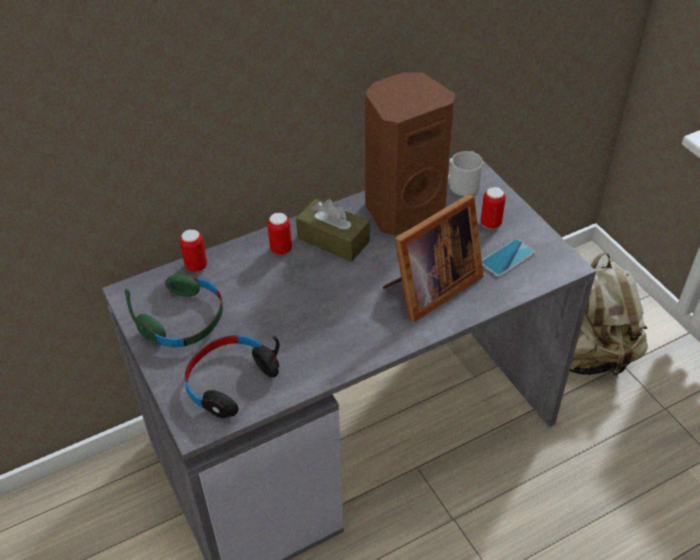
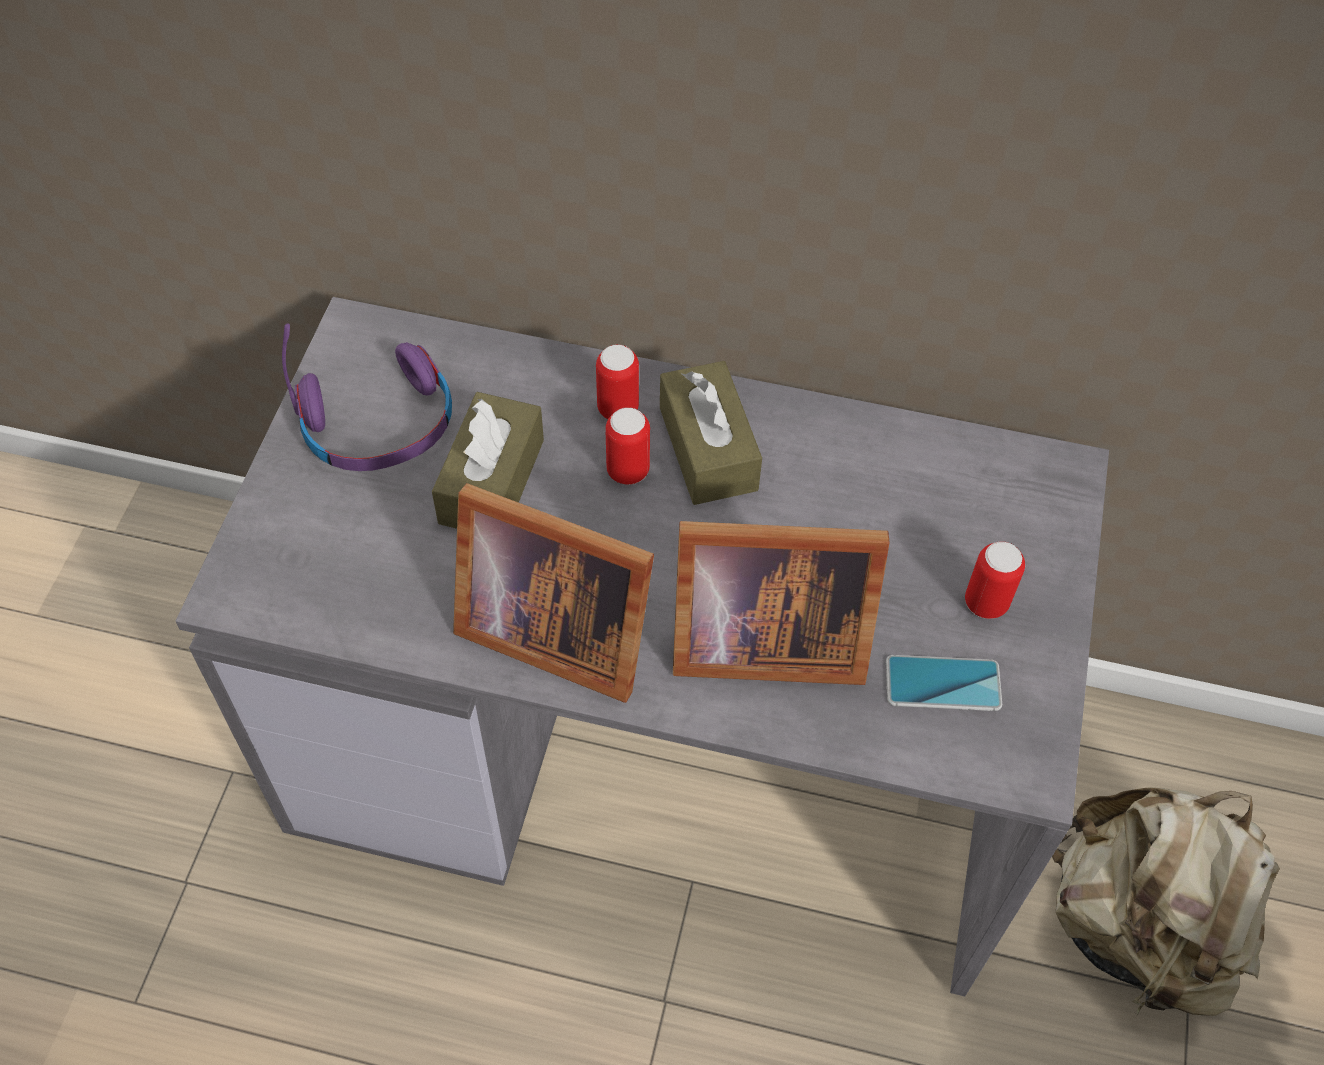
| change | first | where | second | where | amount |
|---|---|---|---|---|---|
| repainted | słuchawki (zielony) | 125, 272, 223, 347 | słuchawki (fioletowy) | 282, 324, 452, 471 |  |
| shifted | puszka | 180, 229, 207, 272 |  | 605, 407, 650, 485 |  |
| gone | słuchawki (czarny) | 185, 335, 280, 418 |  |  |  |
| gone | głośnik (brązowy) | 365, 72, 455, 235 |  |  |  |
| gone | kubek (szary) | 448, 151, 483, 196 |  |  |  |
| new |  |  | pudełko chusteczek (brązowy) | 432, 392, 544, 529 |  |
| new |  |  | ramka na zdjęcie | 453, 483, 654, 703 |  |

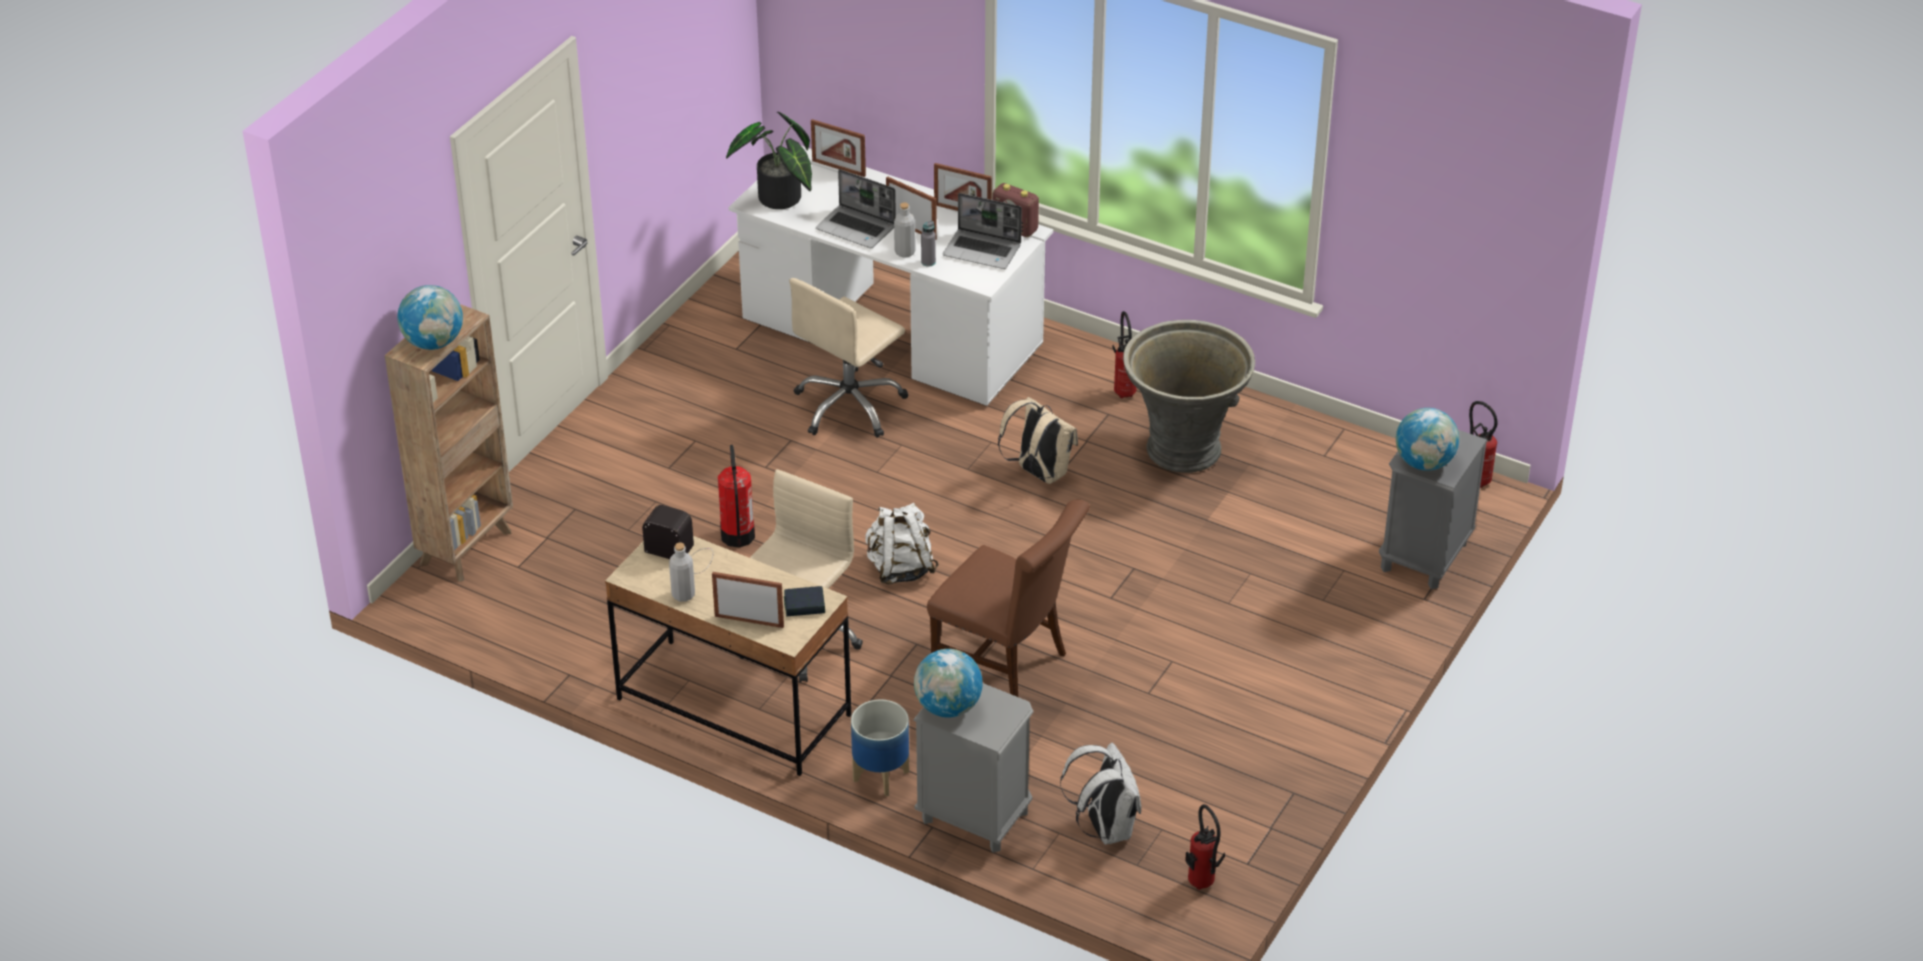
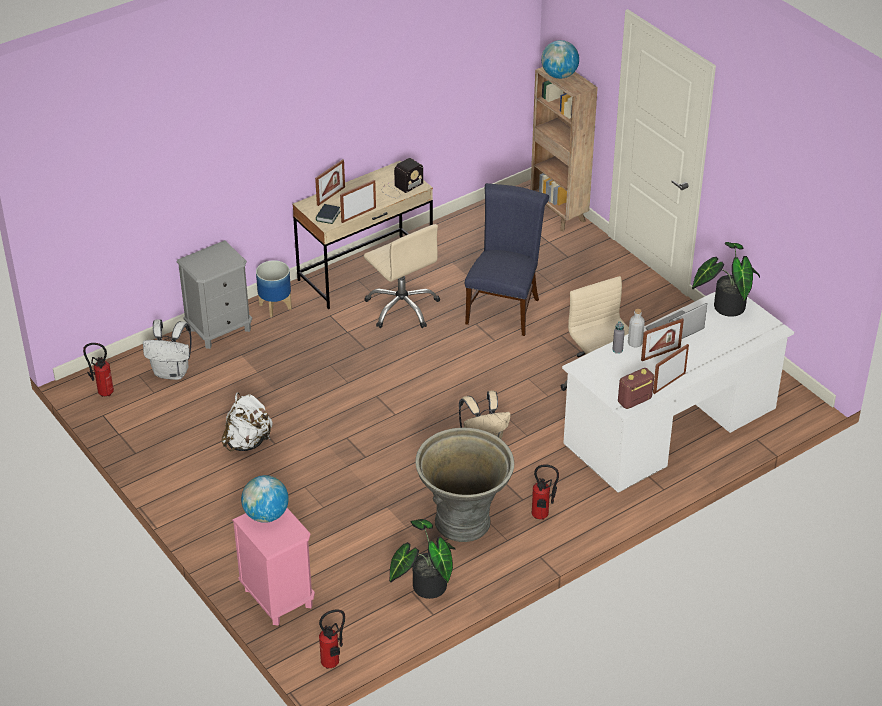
| change | first | where | second | where | amount |
|---|---|---|---|---|---|
| gone | butelka (szary) | 669, 543, 695, 602 |  |  |  |
| swapped | gaśnica | 718, 445, 755, 547 | krzesło (niebieski) | 465, 183, 549, 336 |  |
| shifted | ramka na zdjęcie | 811, 119, 866, 177 |  | 340, 180, 376, 223 |  |
| shifted | plecak (biały) | 865, 503, 939, 585 |  | 221, 393, 273, 451 |  |
| gone | globus | 914, 649, 983, 718 |  |  |  |
| gone | krzesło (brązowy) | 927, 500, 1090, 697 |  |  |  |
| gone | laptop | 943, 193, 1022, 269 |  |  |  |
| repainted | szafka nocna (szary) | 1379, 430, 1488, 589 | szafka nocna (różowy) | 232, 508, 315, 626 |  |
| new |  |  | roślina doniczkowa | 389, 519, 456, 599 |  |

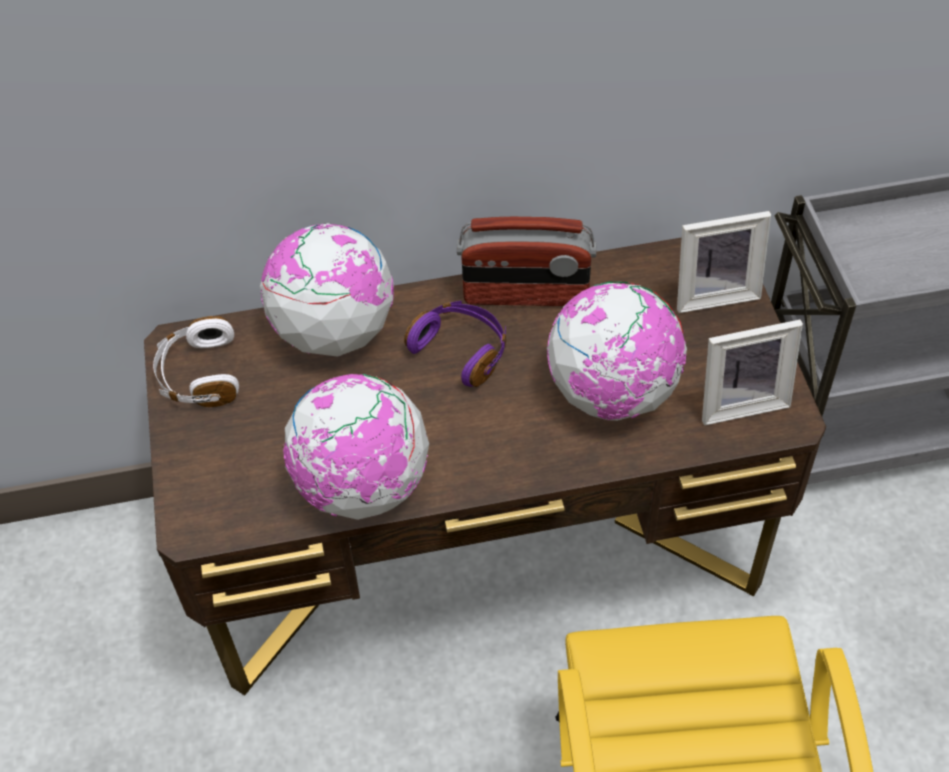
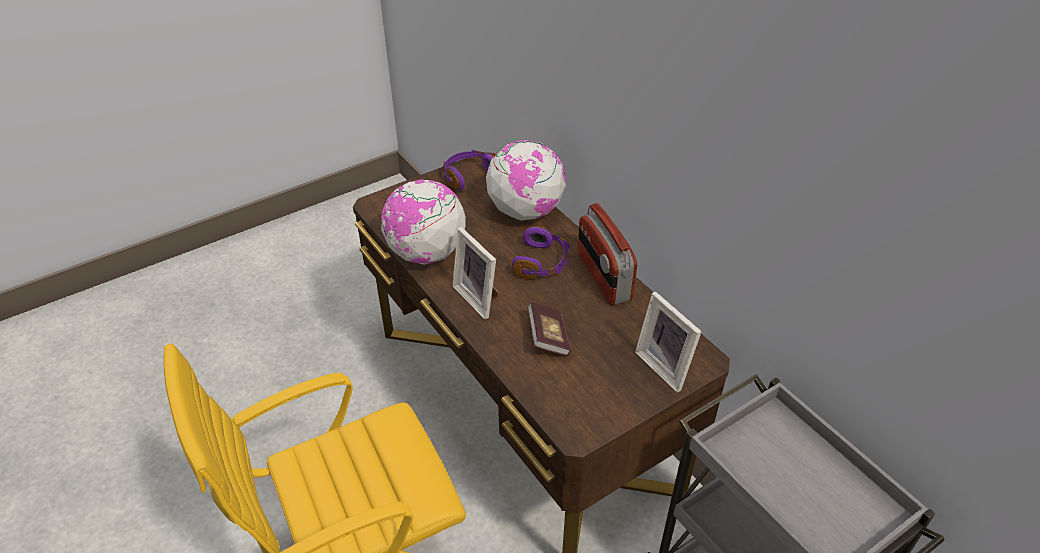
| change | first | where | second | where | amount |
|---|---|---|---|---|---|
| repainted | słuchawki (biały) | 153, 316, 239, 407 | słuchawki (fioletowy) | 443, 150, 494, 190 |  |
| swapped | globus | 547, 282, 687, 421 | książka | 527, 301, 571, 356 |  |
| shifted | ramka na zdjęcie | 702, 320, 803, 425 |  | 452, 227, 498, 320 |  |

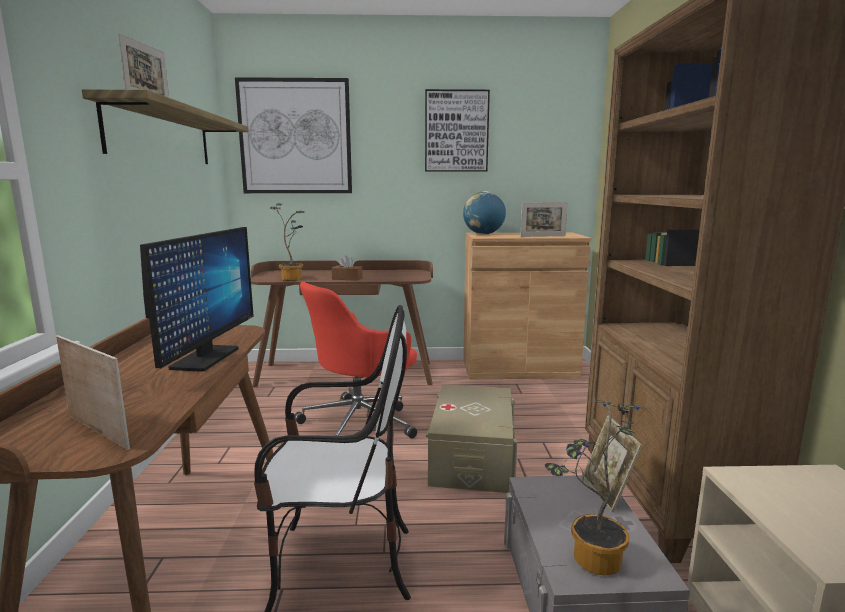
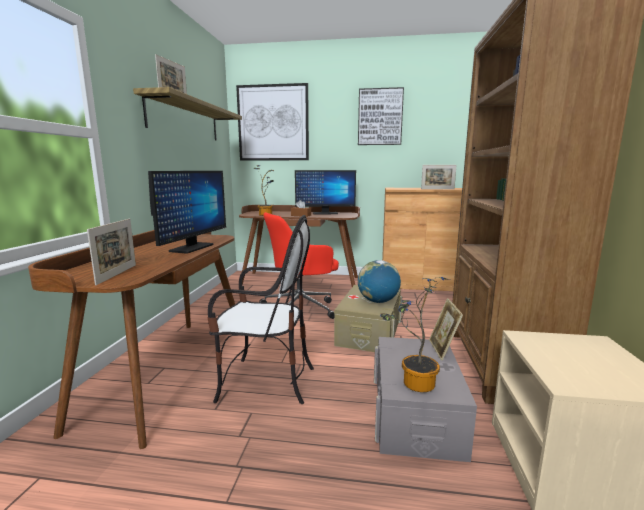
| change | first | where | second | where | amount |
|---|---|---|---|---|---|
| rotated | ramka na zdjęcie | 56, 335, 130, 450 |  | 87, 219, 136, 285 | 45 degrees clockwise |
| shifted | globus | 463, 191, 506, 234 |  | 358, 260, 401, 303 |  |
| new |  |  | monitor | 295, 170, 356, 215 |  |

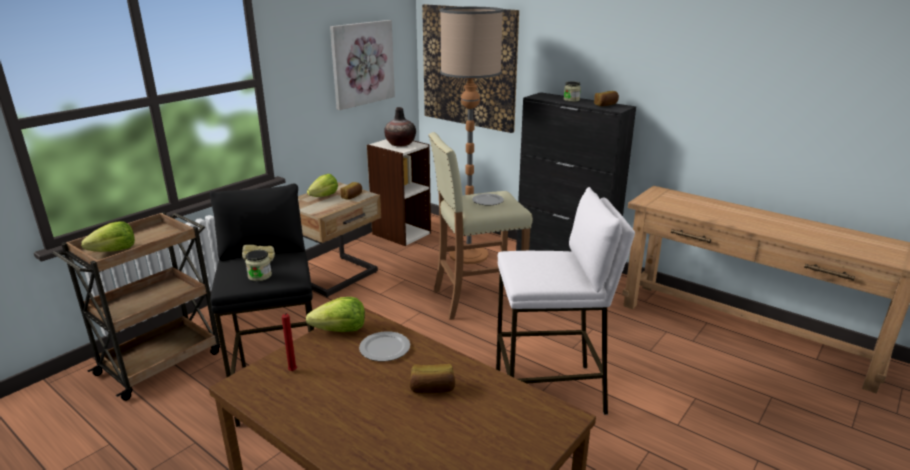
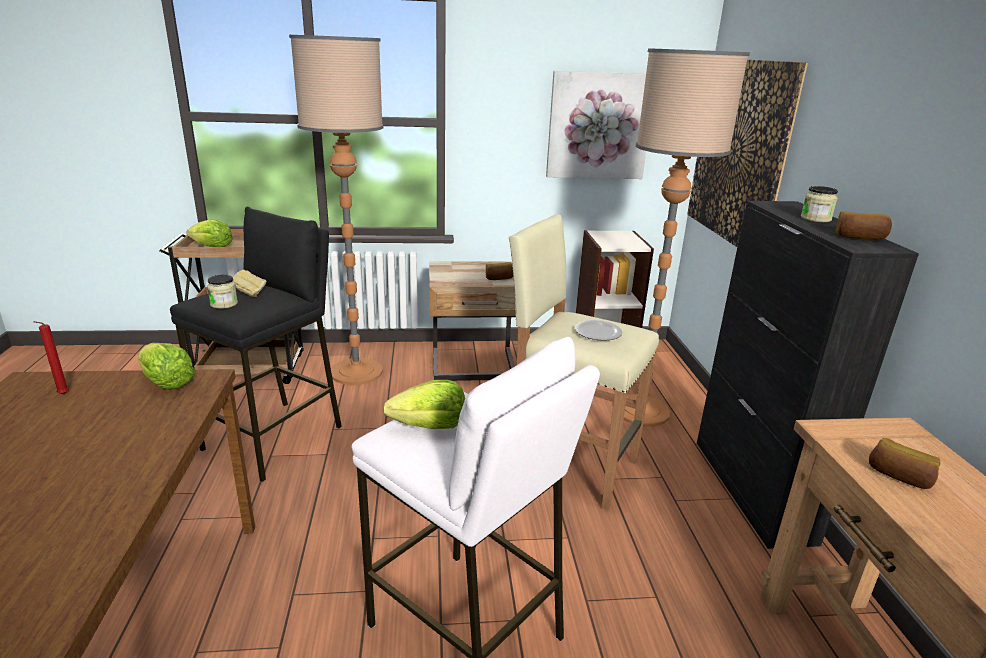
| change | first | where | second | where | amount |
|---|---|---|---|---|---|
| shifted | sałata | 307, 174, 338, 197 |  | 383, 380, 465, 429 |  |
| gone | talerz | 359, 331, 410, 361 |  |  |  |
| gone | wazon | 384, 107, 416, 147 |  |  |  |
| shifted | chleb | 409, 364, 455, 394 |  | 869, 438, 941, 489 |  |
| new |  |  | lampa stojąca | 289, 35, 384, 385 |  |

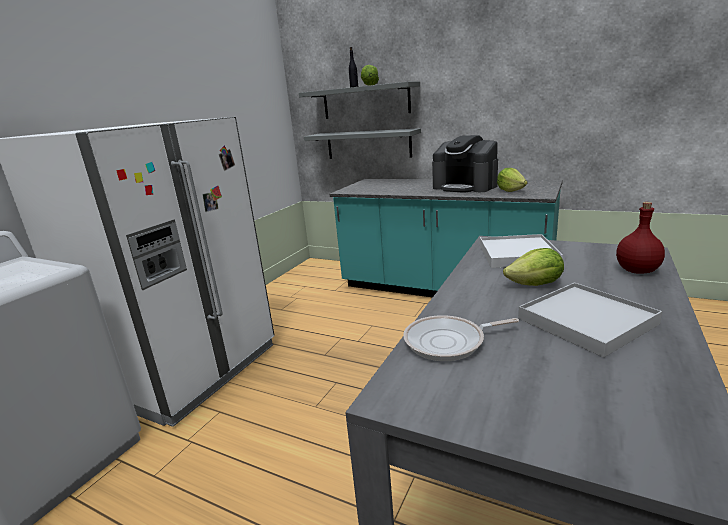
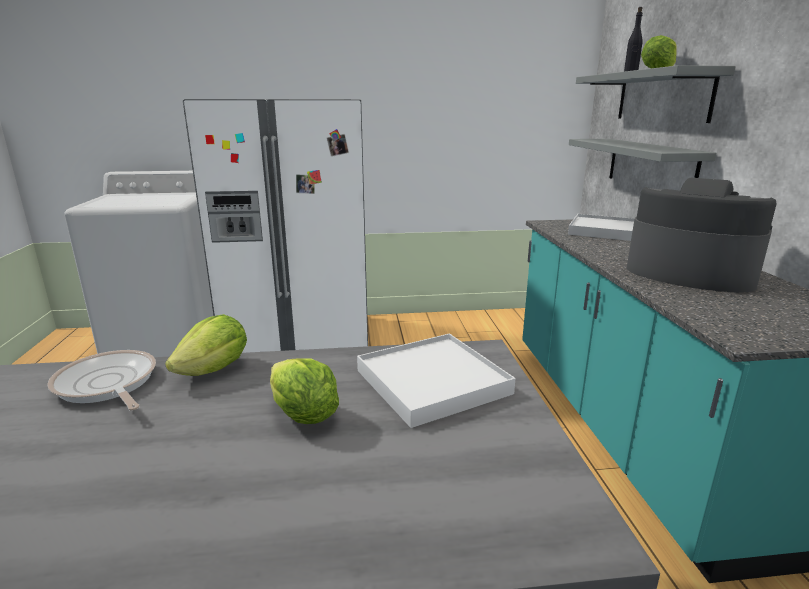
| change | first | where | second | where | amount |
|---|---|---|---|---|---|
| rotated | ekspres do kawy | 432, 135, 498, 193 |  | 627, 178, 777, 293 | 120 degrees clockwise |
| shifted | sałata | 497, 168, 528, 192 |  | 165, 314, 247, 376 |  |
| shifted | taca (biały) | 518, 282, 662, 358 |  | 568, 214, 634, 241 |  |
| gone | butelka (czerwony) | 616, 202, 665, 274 |  |  |  |

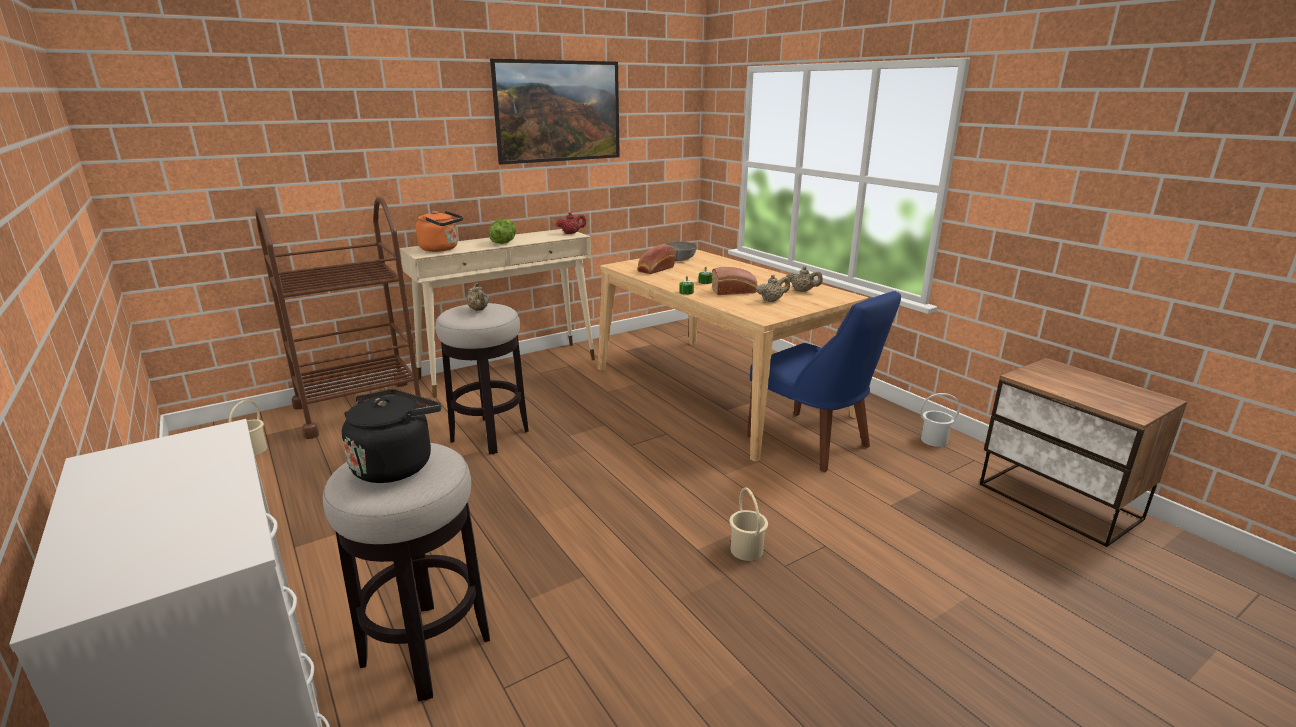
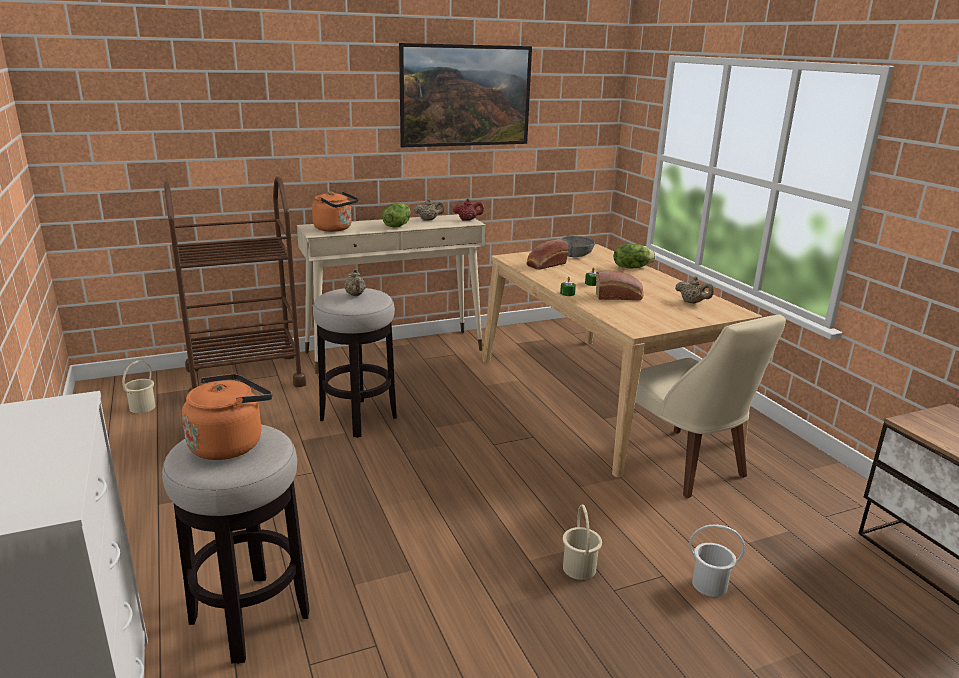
| change | first | where | second | where | amount |
|---|---|---|---|---|---|
| repainted | czajnik (czarny) | 342, 389, 442, 483 | czajnik (pomarańczowy) | 182, 374, 273, 460 |  |
| repainted | krzesło (niebieski) | 747, 291, 901, 472 | krzesło (beżowy) | 635, 314, 786, 498 |  |
| shifted | imbryk (beżowy) | 756, 275, 790, 302 |  | 414, 198, 445, 221 |  |
| shifted | wiadro (biały) | 920, 393, 960, 447 |  | 689, 524, 745, 597 |  |
| new |  |  | sałata | 614, 243, 656, 268 |  |

